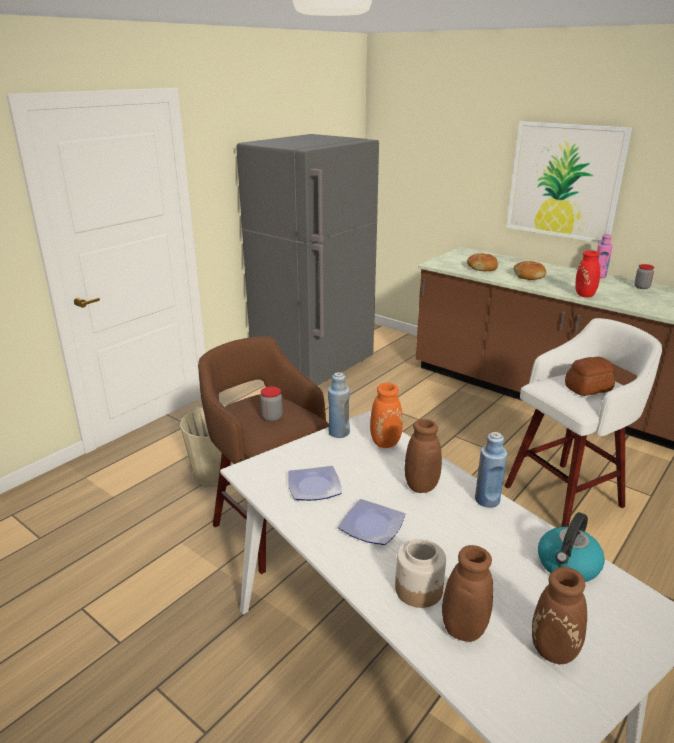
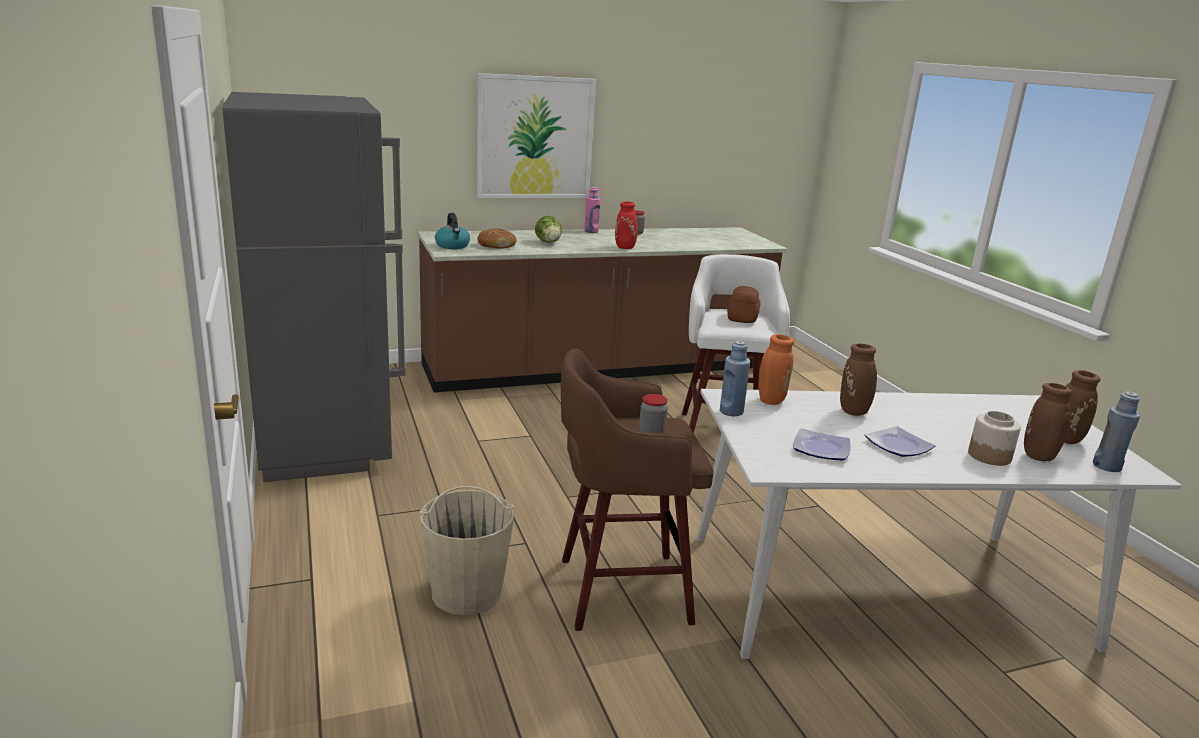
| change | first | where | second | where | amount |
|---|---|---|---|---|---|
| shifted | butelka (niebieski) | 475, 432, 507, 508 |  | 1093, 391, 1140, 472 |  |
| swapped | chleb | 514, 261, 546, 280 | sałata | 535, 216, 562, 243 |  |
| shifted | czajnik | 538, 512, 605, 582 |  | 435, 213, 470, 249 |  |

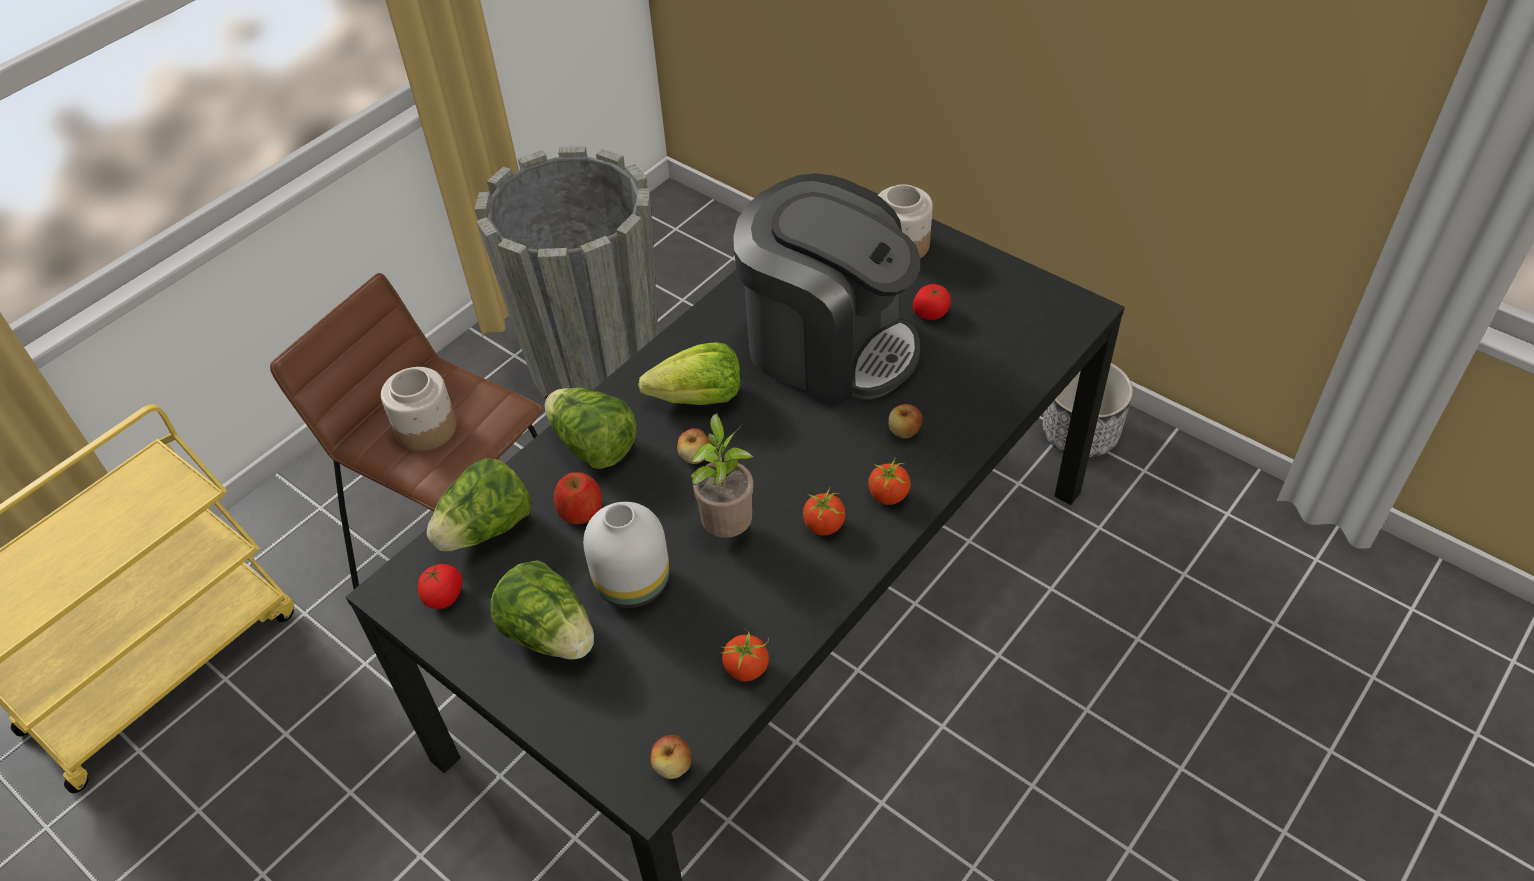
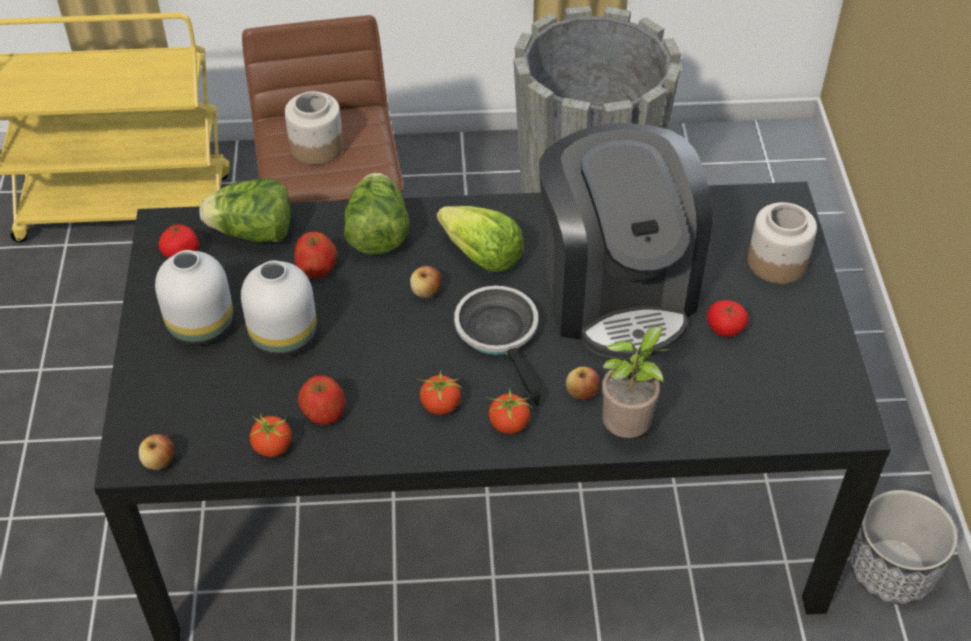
| change | first | where | second | where | amount |
|---|---|---|---|---|---|
| swapped | sałata | 491, 560, 594, 659 | wazon (biały) | 155, 250, 233, 346 |  |
| shifted | roślina doniczkowa | 691, 413, 754, 538 |  | 602, 326, 670, 438 |  |
| new |  |  | jabłko | 298, 376, 345, 425 |  |
| new |  |  | patelnia | 454, 286, 541, 405 |  |

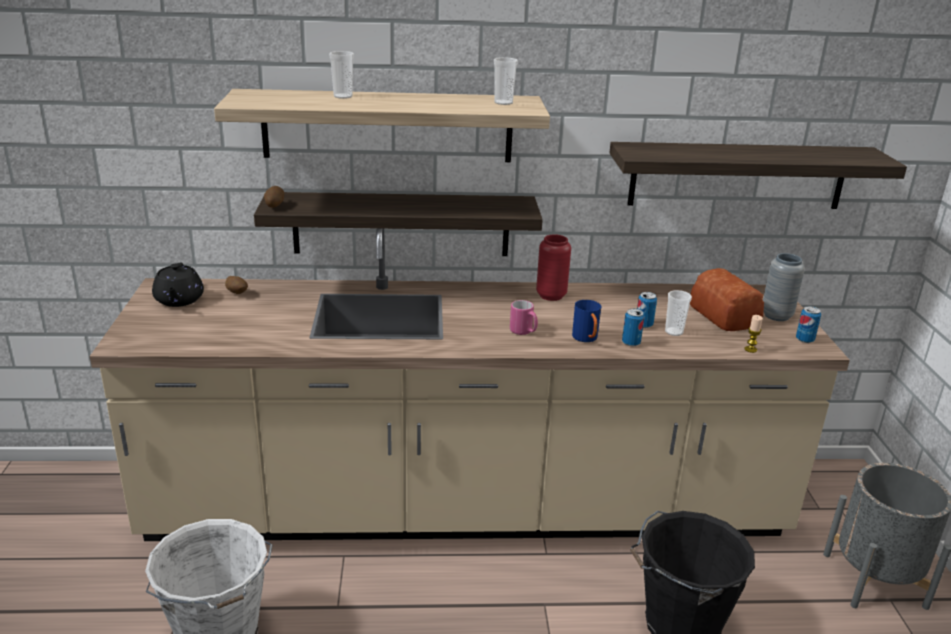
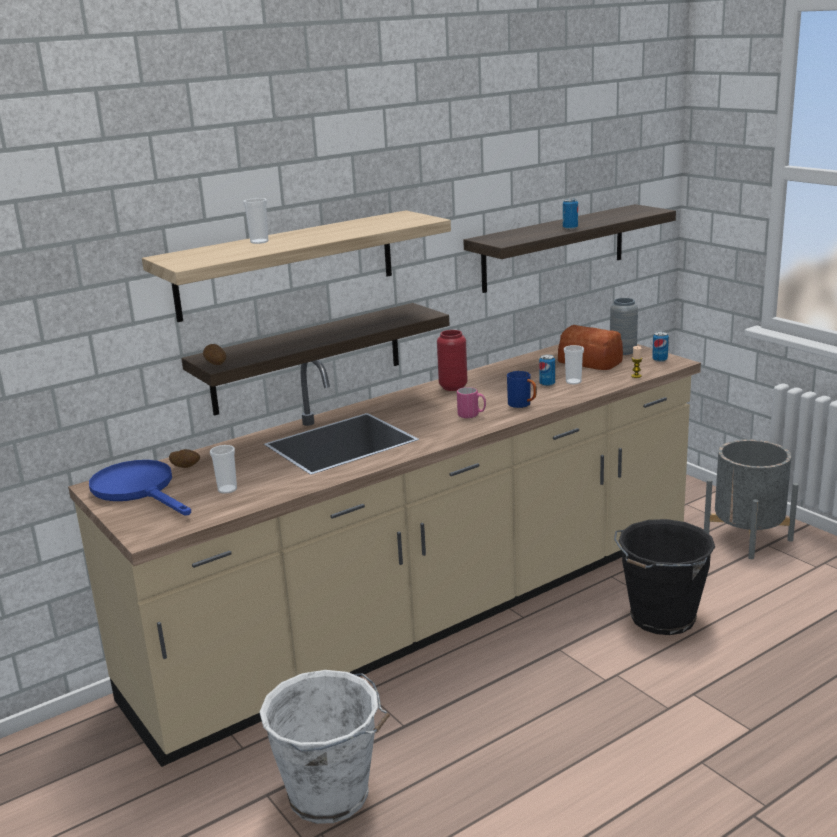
| change | first | where | second | where | amount |
|---|---|---|---|---|---|
| swapped | imbryk (czarny) | 152, 263, 204, 307 | patelnia (niebieski) | 89, 460, 191, 515 |  |
| shifted | filiżanka | 494, 57, 518, 105 |  | 210, 445, 237, 494 |  |
| shifted | puszka | 622, 309, 644, 346 |  | 563, 199, 578, 230 |  |

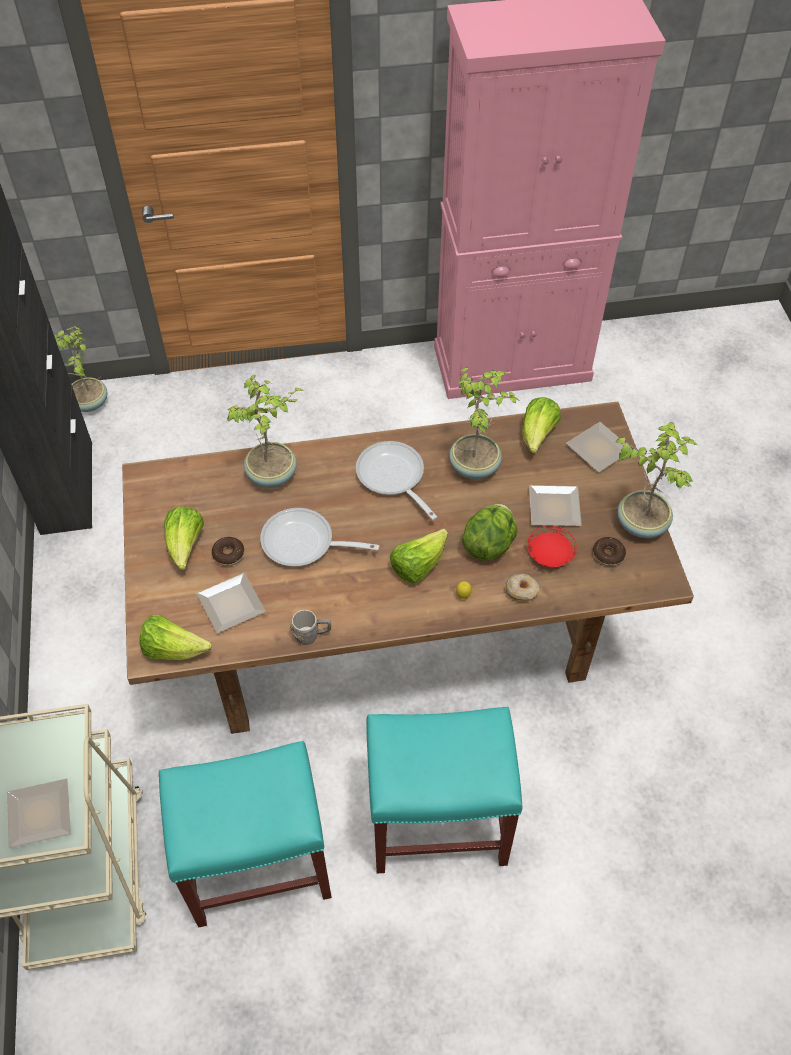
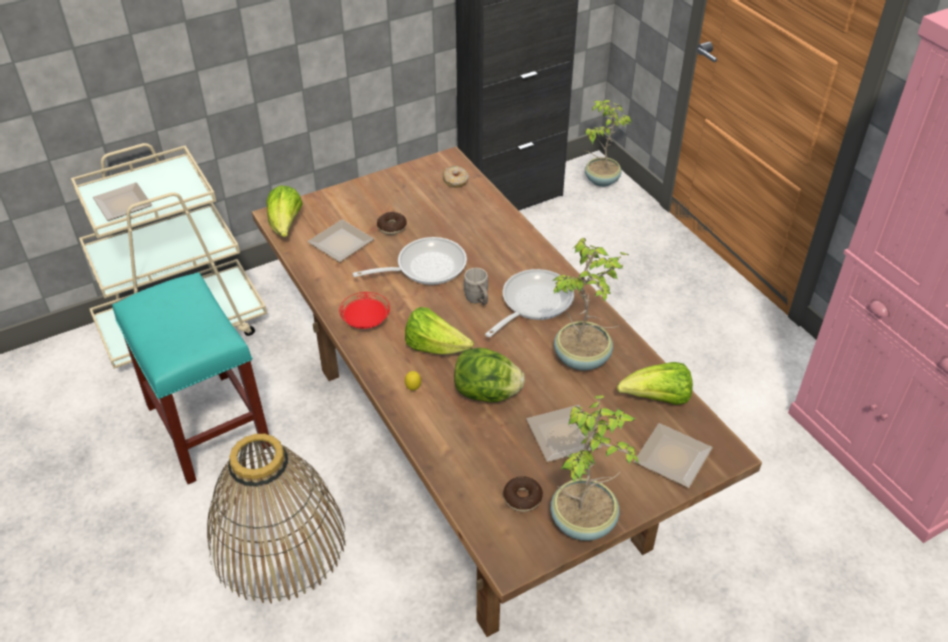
| change | first | where | second | where | amount |
|---|---|---|---|---|---|
| gone | sałata | 164, 506, 204, 570 |  |  |  |
| gone | roślina doniczkowa | 226, 375, 304, 488 |  |  |  |
| rotated | patelnia | 260, 508, 379, 567 |  | 352, 237, 467, 285 | 75 degrees clockwise |
| shifted | kubek (szary) | 290, 610, 331, 645 |  | 463, 268, 488, 305 |  |
| swapped | stołek (turkusowy) | 367, 707, 522, 873 | koszyk | 207, 433, 346, 603 |  |
| shifted | donut | 505, 573, 540, 602 |  | 442, 166, 469, 188 |  |
| shifted | talerz (czerwony) | 527, 526, 577, 567 |  | 339, 292, 390, 329 |  |

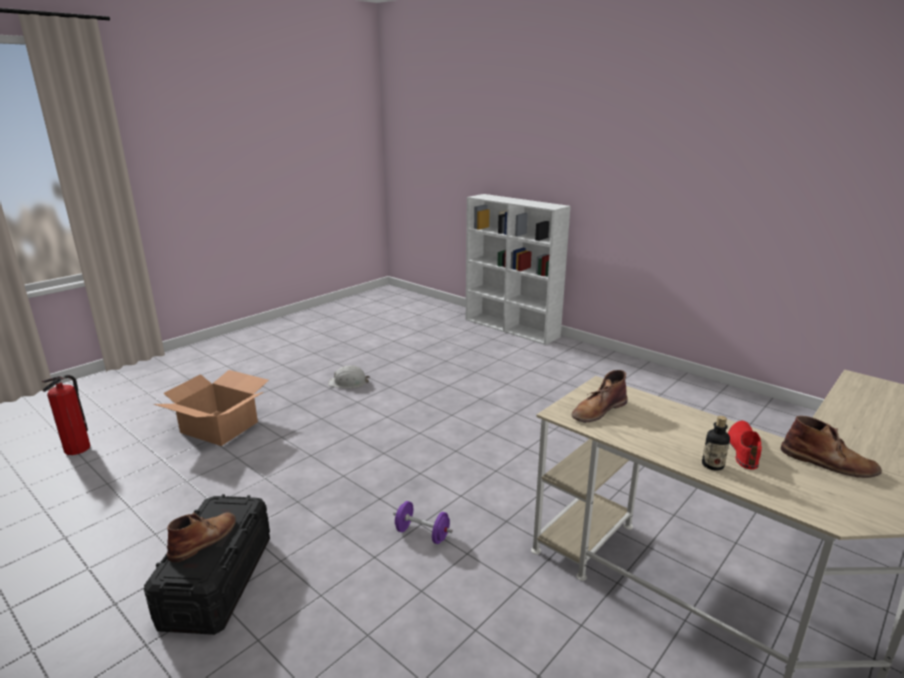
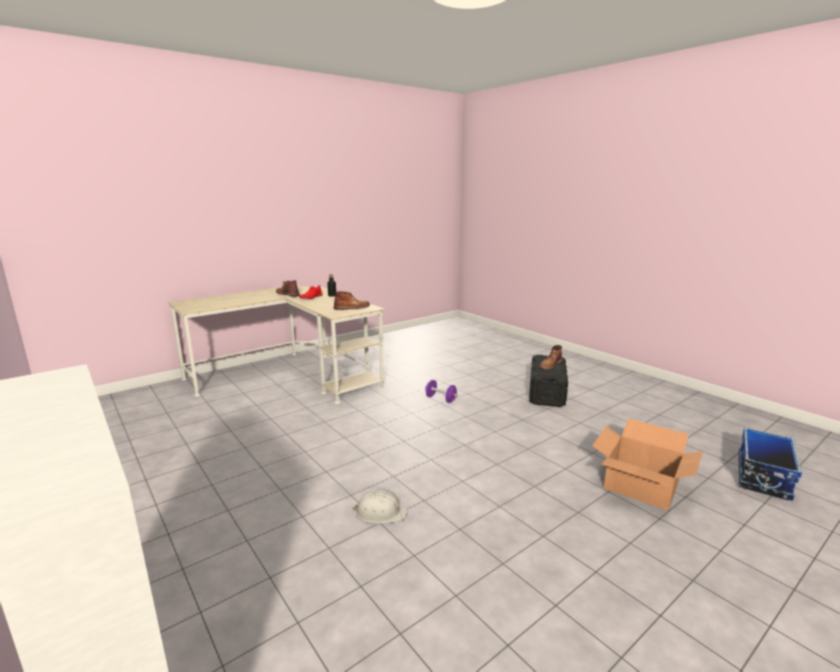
| change | first | where | second | where | amount |
|---|---|---|---|---|---|
| swapped | gaśnica | 42, 375, 90, 455 | pojemnik do przechowywania | 739, 428, 802, 501 |  |
| shifted | kask (biały) | 328, 366, 370, 388 |  | 353, 490, 408, 524 |  |

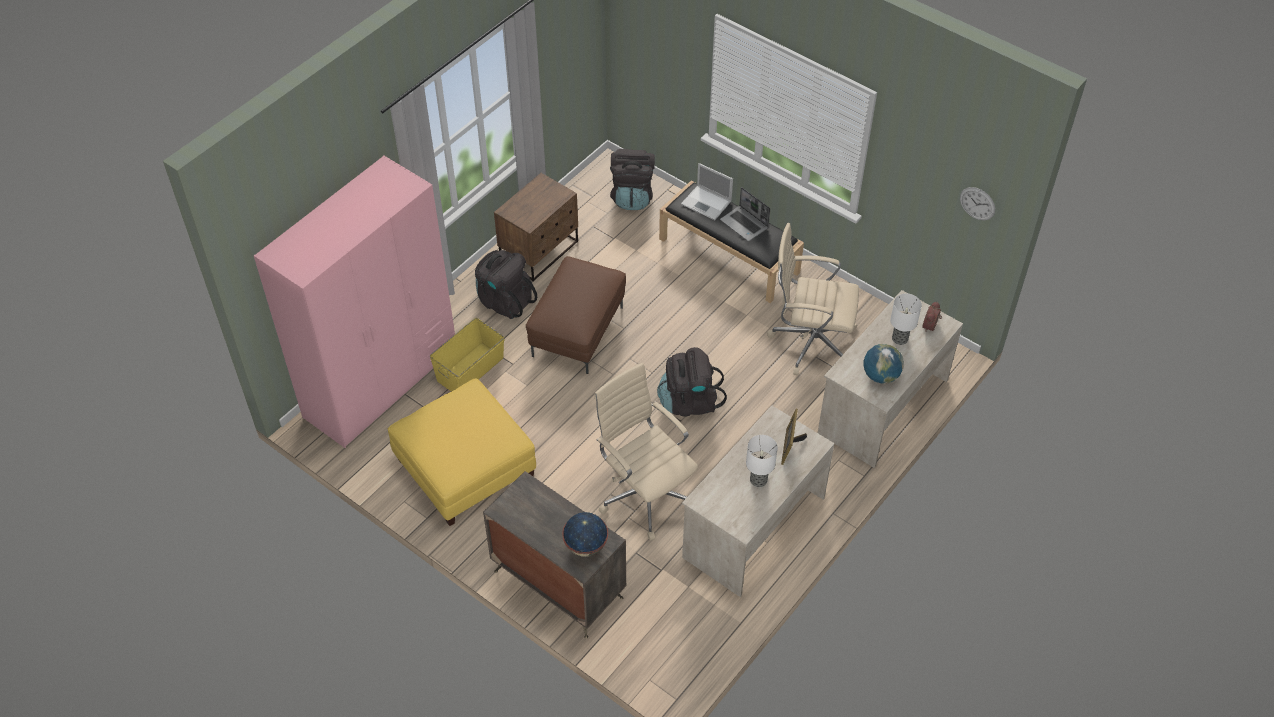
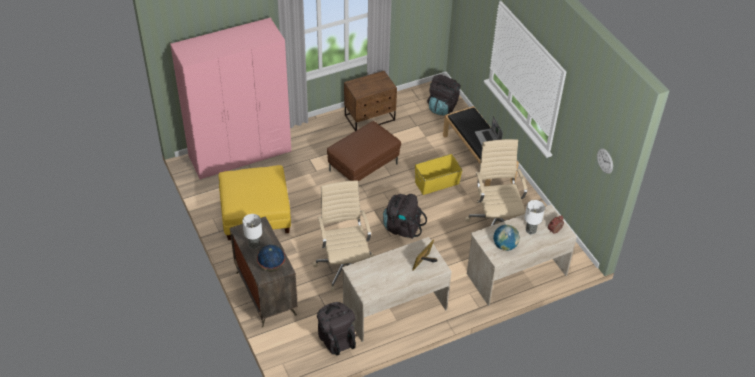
| change | first | where | second | where | amount |
|---|---|---|---|---|---|
| shifted | pojemnik do przechowywania (żółty) | 430, 318, 505, 391 |  | 415, 154, 463, 195 |  |
| shifted | plecak (czarny) | 475, 250, 537, 319 |  | 317, 302, 356, 355 |  |
| gone | laptop | 681, 163, 733, 220 |  |  |  |
| shifted | lampa stołowa | 746, 435, 777, 487 |  | 242, 214, 262, 249 |  |
| rotated | krzesło biurowe (beżowy) | 767, 223, 859, 375 |  | 465, 139, 527, 226 | 45 degrees clockwise |

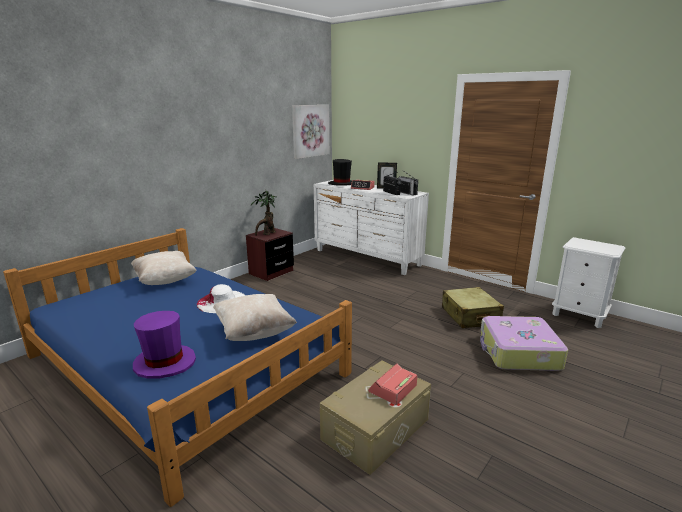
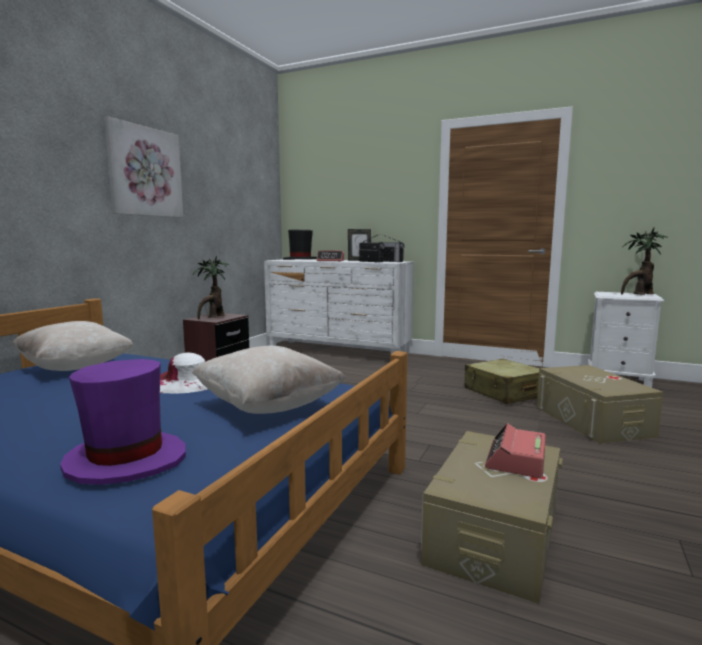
| change | first | where | second | where | amount |
|---|---|---|---|---|---|
| shifted | obraz | 292, 105, 329, 159 |  | 104, 116, 183, 218 |  |
| swapped | walizka | 480, 316, 568, 371 | pojemnik do przechowywania (beżowy) | 537, 365, 663, 444 |  |
| new |  |  | roślina doniczkowa | 621, 228, 668, 295 |  |

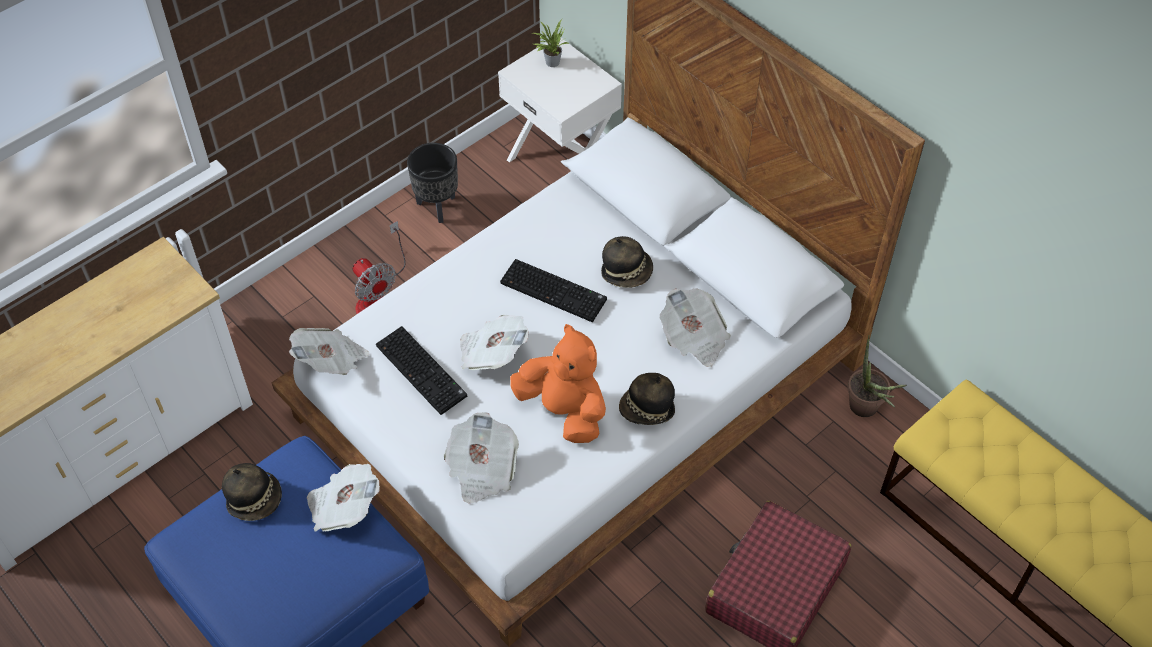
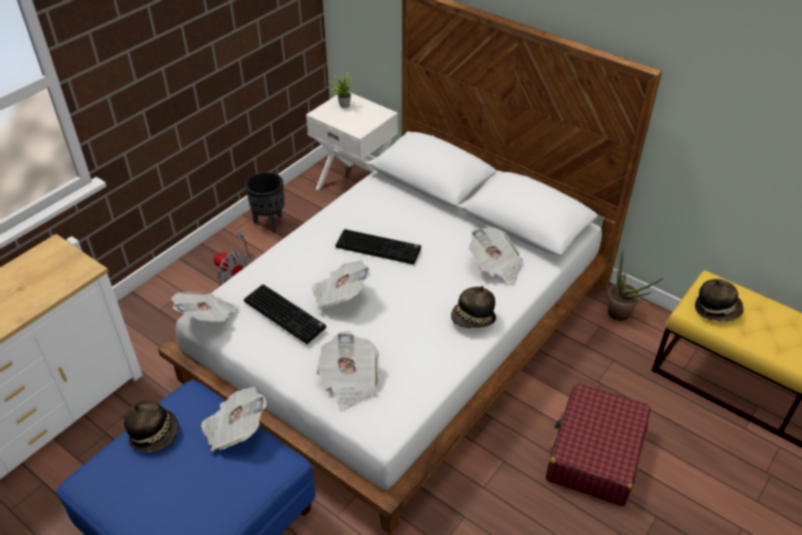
| change | first | where | second | where | amount |
|---|---|---|---|---|---|
| gone | pluszak (pomarańczowy) | 510, 324, 606, 443 |  |  |  |
| shifted | kapelusz | 601, 236, 653, 288 |  | 695, 279, 744, 322 |  |

